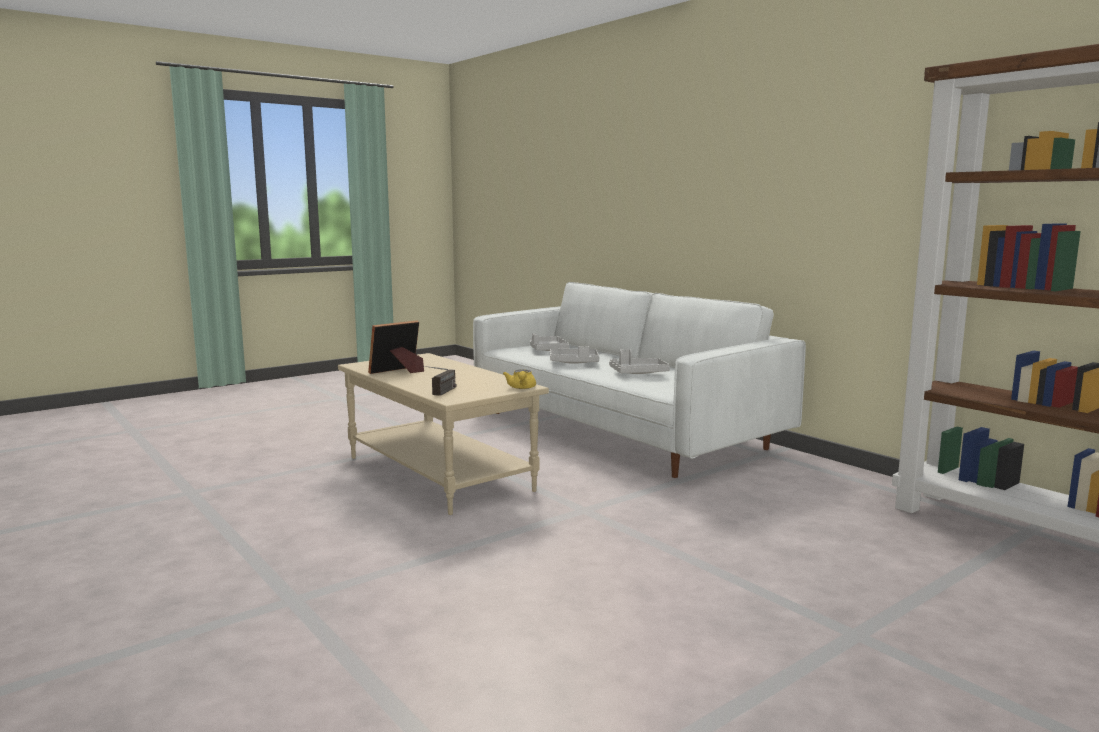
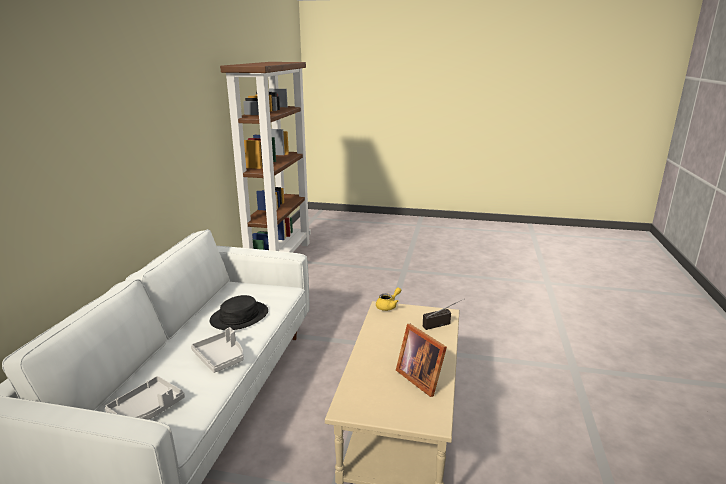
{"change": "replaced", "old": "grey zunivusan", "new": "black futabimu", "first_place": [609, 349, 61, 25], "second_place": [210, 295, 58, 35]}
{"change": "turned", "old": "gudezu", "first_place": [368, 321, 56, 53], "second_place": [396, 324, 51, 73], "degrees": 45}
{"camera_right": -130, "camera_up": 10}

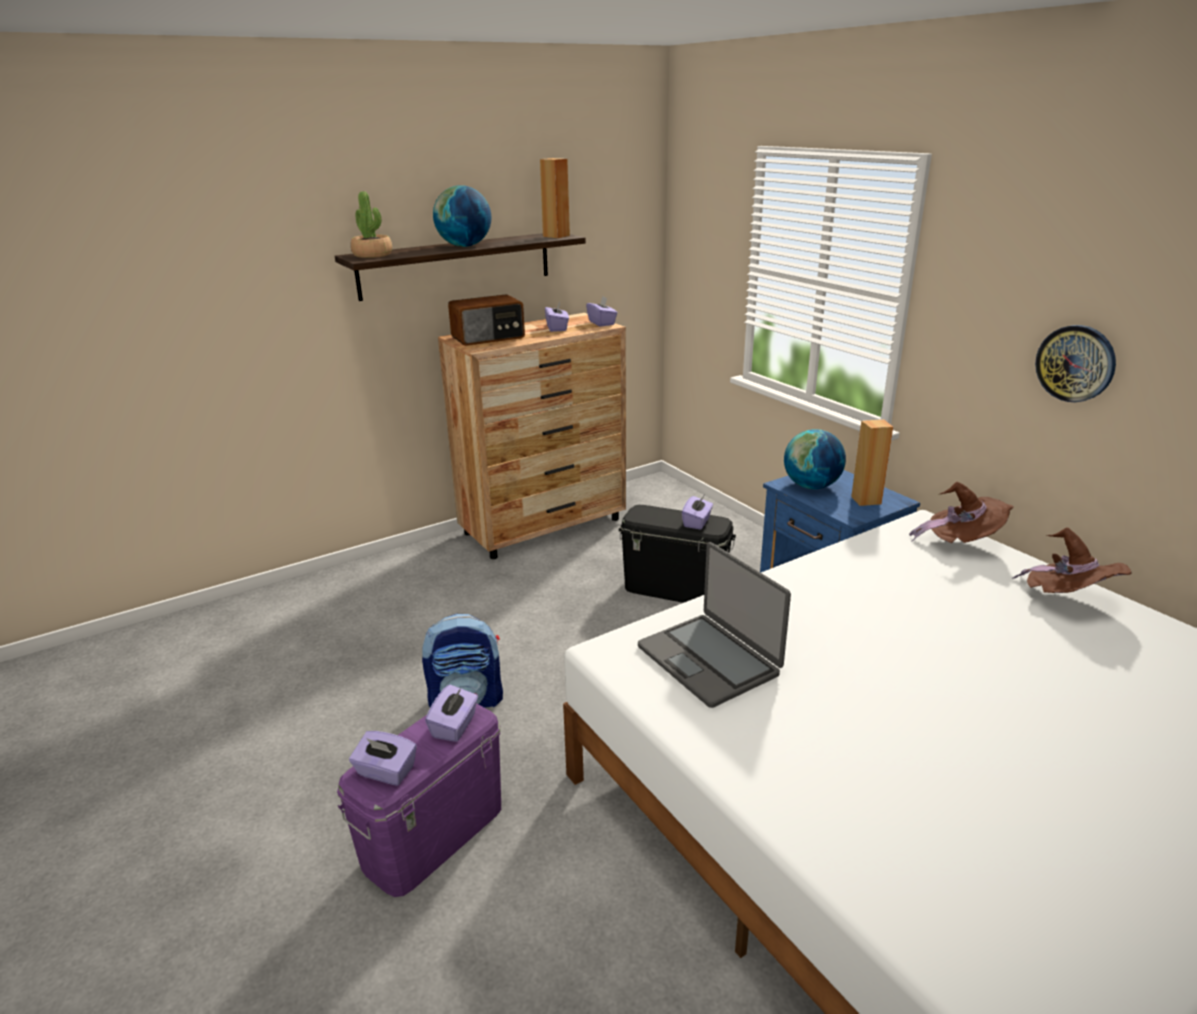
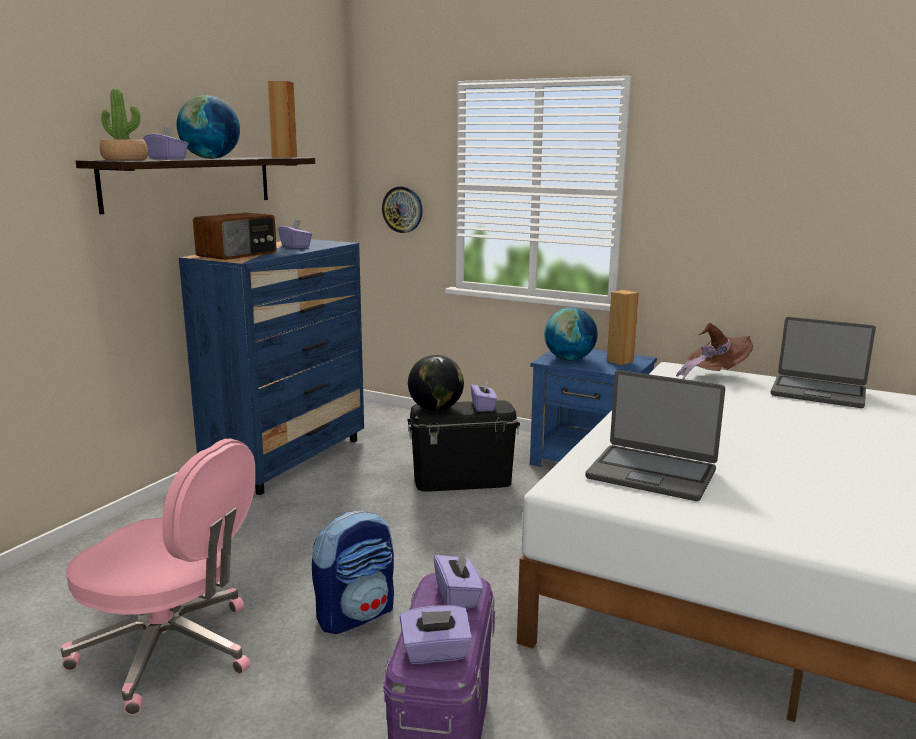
{"change": "added", "new": "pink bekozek", "second_place": [61, 439, 194, 276]}
{"change": "added", "new": "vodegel", "second_place": [408, 355, 56, 56]}
{"change": "moved", "old": "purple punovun", "first_place": [586, 296, 32, 31], "second_place": [143, 126, 45, 34]}
{"change": "moved", "old": "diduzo", "first_place": [1035, 325, 81, 77], "second_place": [382, 186, 41, 47]}
{"change": "replaced", "old": "brown futabimu", "new": "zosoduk", "first_place": [1012, 527, 120, 66], "second_place": [771, 317, 105, 91]}
{"change": "recoloured", "old": "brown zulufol", "new": "blue zulufol", "first_place": [438, 313, 188, 246], "second_place": [179, 239, 185, 256]}
{"camera_right": -30, "camera_up": -10}

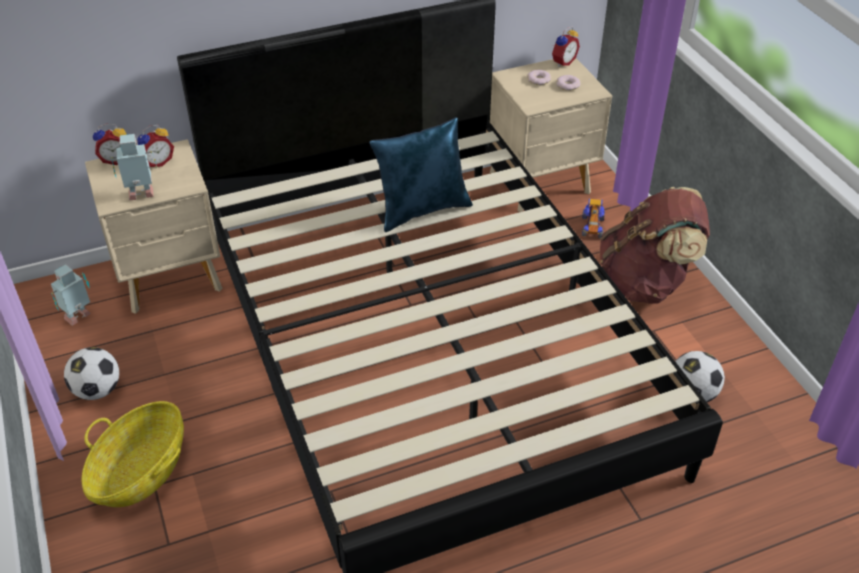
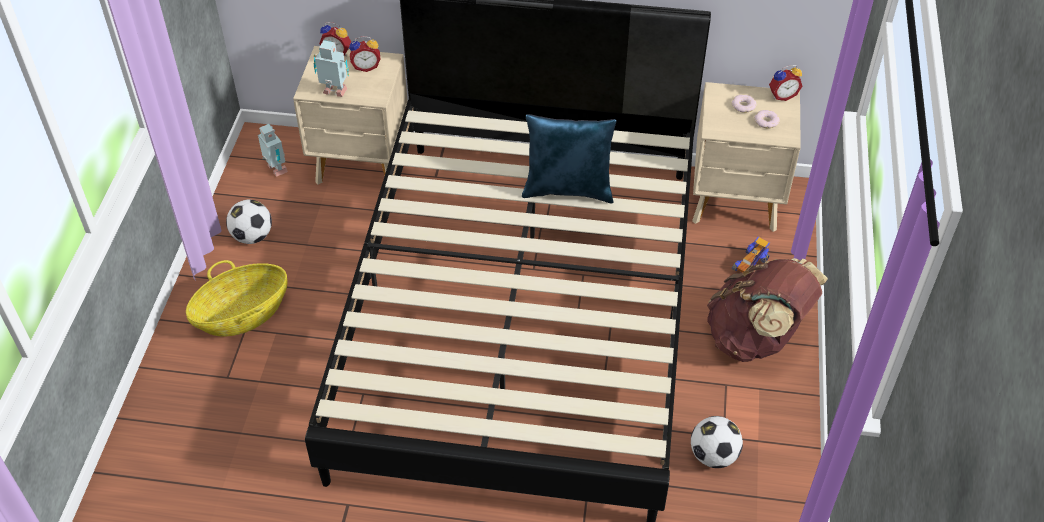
{"change": "turned", "old": "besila", "first_place": [51, 264, 40, 62], "second_place": [258, 124, 30, 53], "degrees": 75}
{"camera_right": 30, "camera_up": 5}

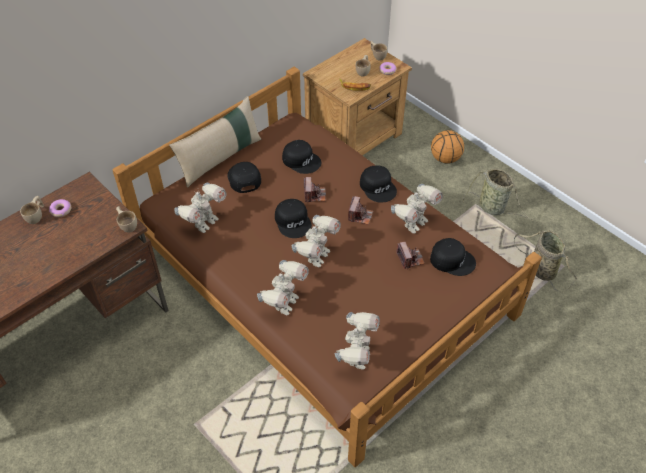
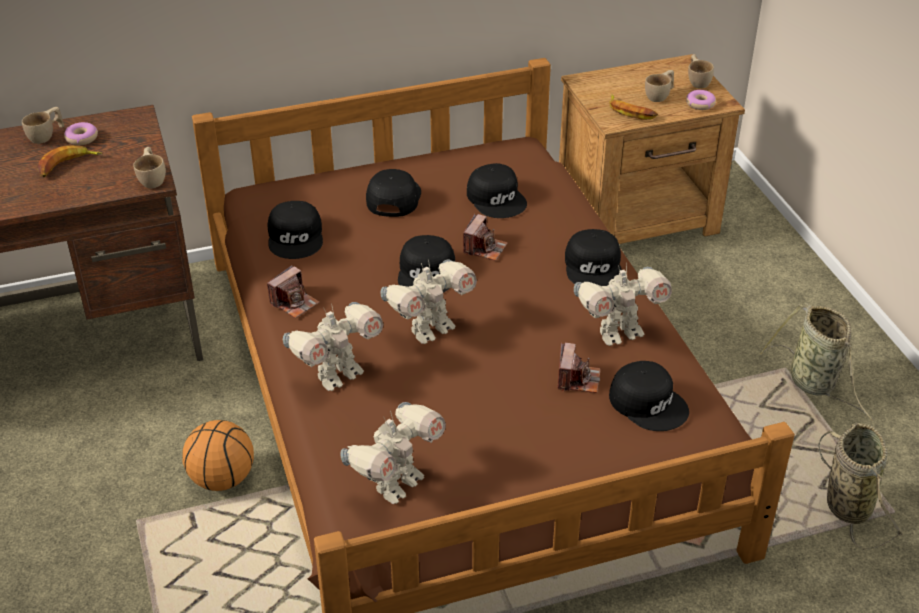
{"change": "removed", "old": "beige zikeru", "first_place": [169, 96, 92, 92]}
{"change": "added", "new": "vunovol", "second_place": [37, 145, 66, 32]}
{"change": "moved", "old": "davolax", "first_place": [348, 196, 25, 29], "second_place": [267, 265, 53, 53]}
{"change": "moved", "old": "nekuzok", "first_place": [431, 130, 33, 34], "second_place": [182, 420, 72, 71]}
{"change": "replaced", "old": "besila", "new": "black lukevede", "first_place": [174, 183, 53, 50], "second_place": [267, 201, 56, 58]}
{"camera_right": 25, "camera_up": -10}

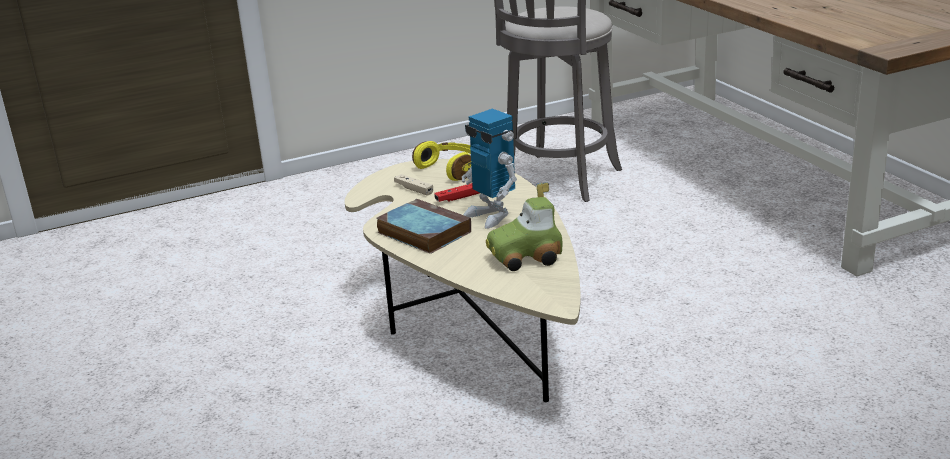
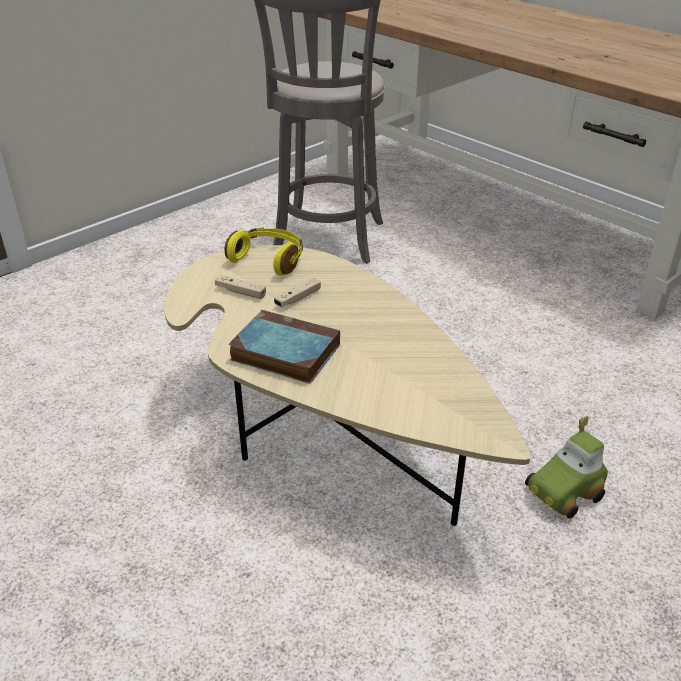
{"change": "removed", "old": "besila", "first_place": [462, 109, 55, 120]}
{"change": "moved", "old": "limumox", "first_place": [486, 182, 76, 89], "second_place": [525, 416, 83, 103]}
{"change": "recoloured", "old": "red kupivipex", "new": "beige kupivipex", "first_place": [434, 183, 46, 19], "second_place": [274, 277, 47, 30]}
{"camera_right": -20, "camera_up": 10}

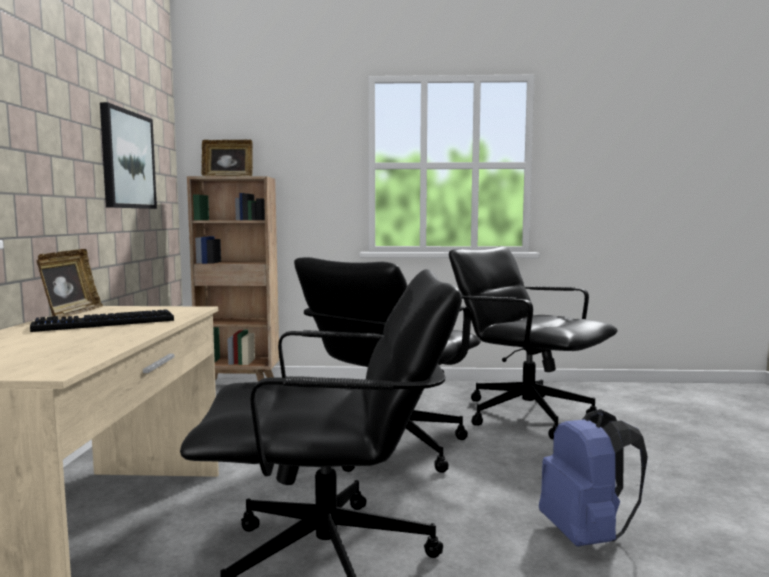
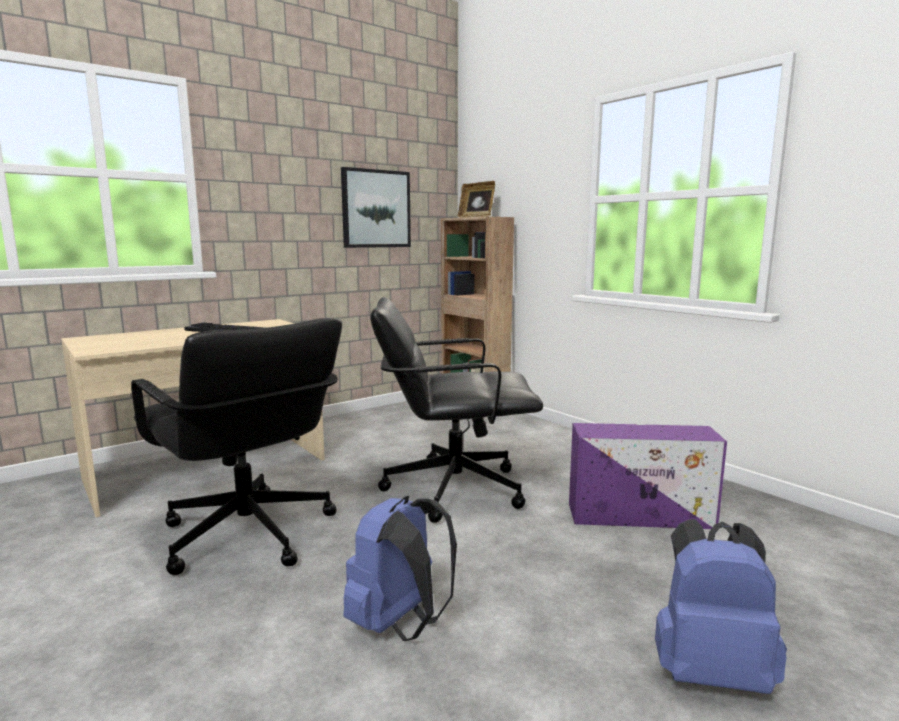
{"change": "removed", "old": "gudezu", "first_place": [36, 249, 67, 70]}
{"change": "added", "new": "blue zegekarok", "second_place": [655, 519, 132, 175]}
{"change": "replaced", "old": "black bekozek", "new": "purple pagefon", "first_place": [449, 246, 169, 193], "second_place": [569, 423, 158, 106]}
{"camera_right": 50, "camera_up": 5}

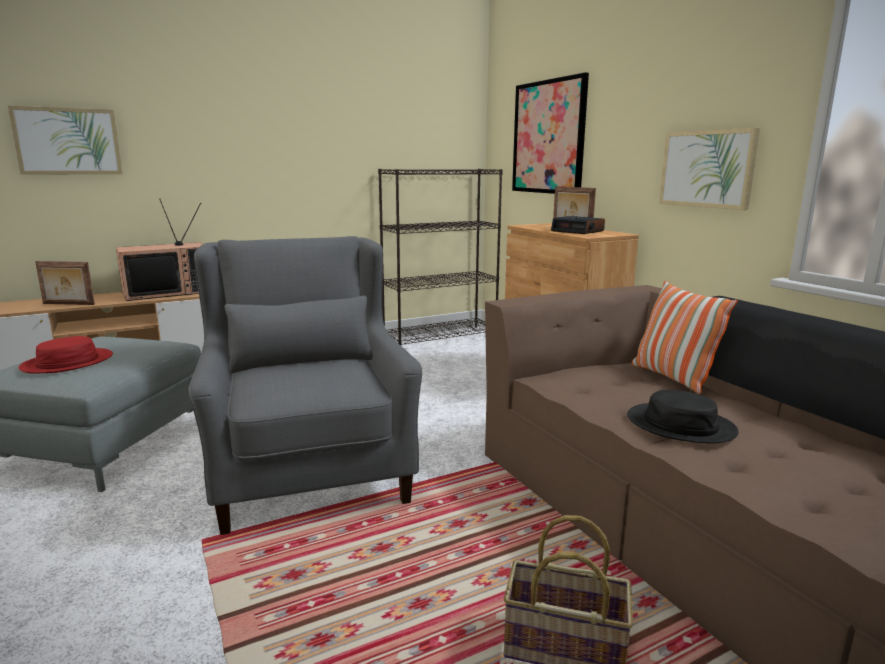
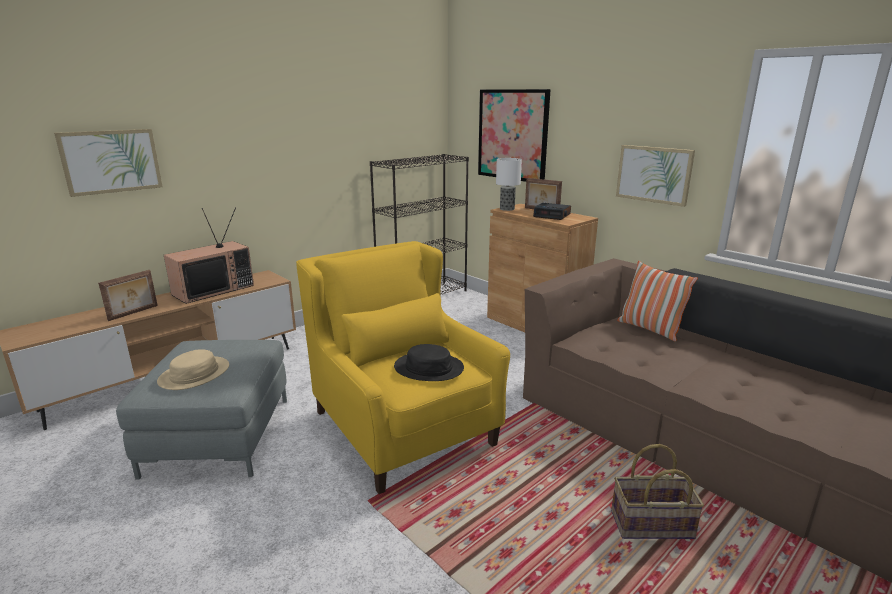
{"change": "added", "new": "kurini", "second_place": [496, 158, 26, 53]}
{"change": "moved", "old": "black futabimu", "first_place": [627, 390, 112, 53], "second_place": [394, 344, 70, 37]}
{"change": "recoloured", "old": "red futabimu", "new": "beige futabimu", "first_place": [19, 336, 94, 38], "second_place": [157, 349, 72, 41]}
{"change": "recoloured", "old": "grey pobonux", "new": "yellow pobonux", "first_place": [189, 236, 233, 299], "second_place": [296, 241, 214, 253]}
{"change": "turned", "old": "gudezu", "first_place": [35, 261, 60, 44], "second_place": [98, 270, 60, 51], "degrees": -45}
{"camera_right": -15, "camera_up": 5}

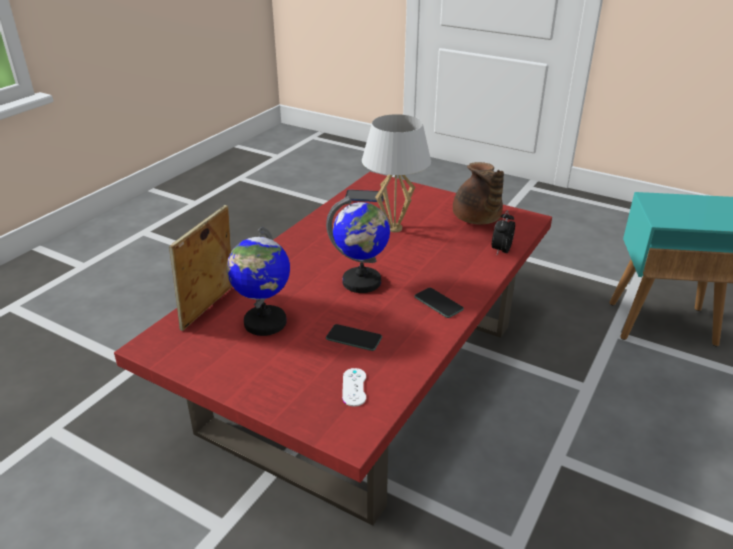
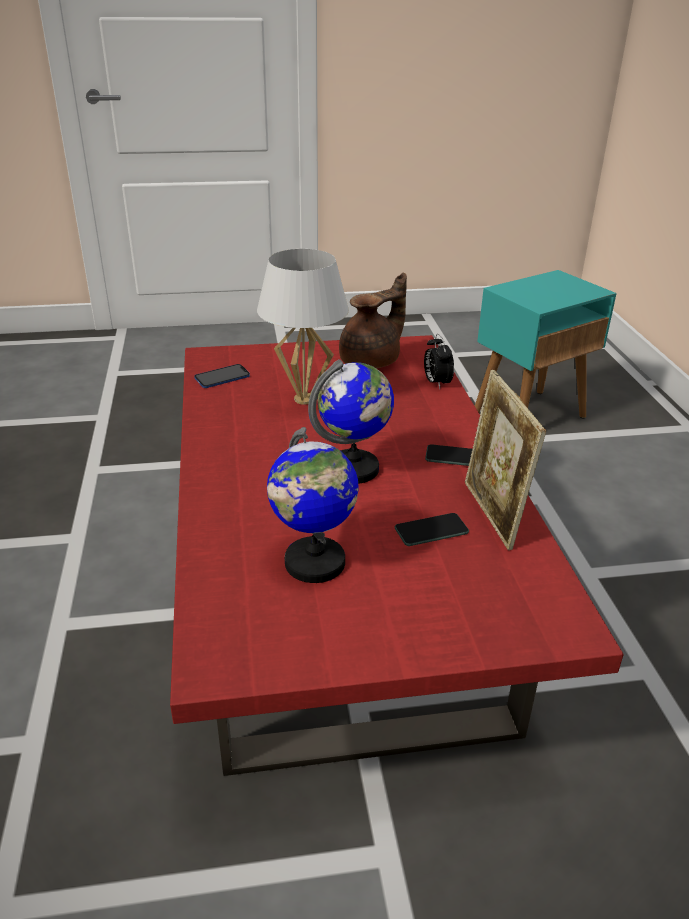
{"change": "removed", "old": "white kupivipex", "first_place": [342, 368, 24, 39]}
{"change": "moved", "old": "gudezu", "first_place": [169, 205, 64, 126], "second_place": [464, 370, 82, 180]}
{"change": "turned", "old": "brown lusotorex", "first_place": [453, 162, 51, 63], "second_place": [339, 273, 68, 95], "degrees": -75}
{"camera_right": -40, "camera_up": 0}

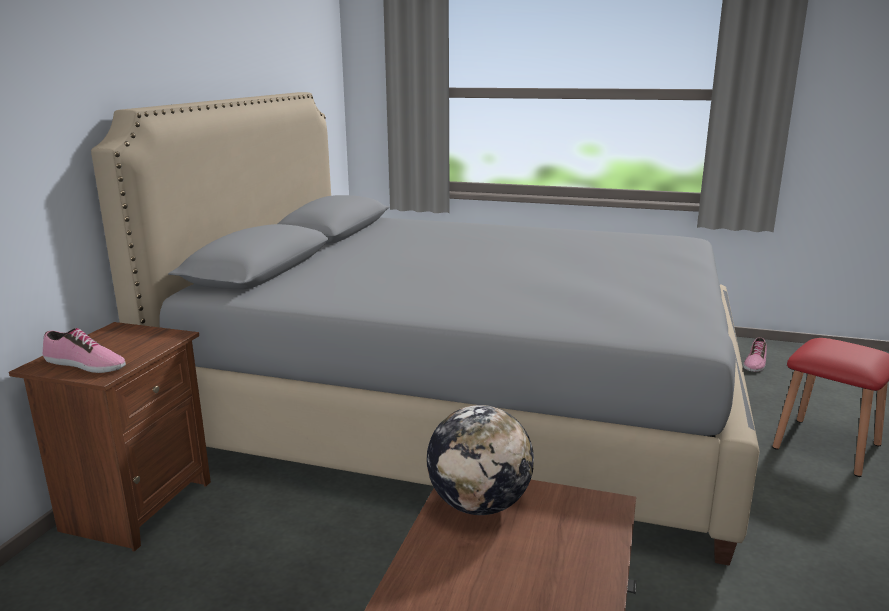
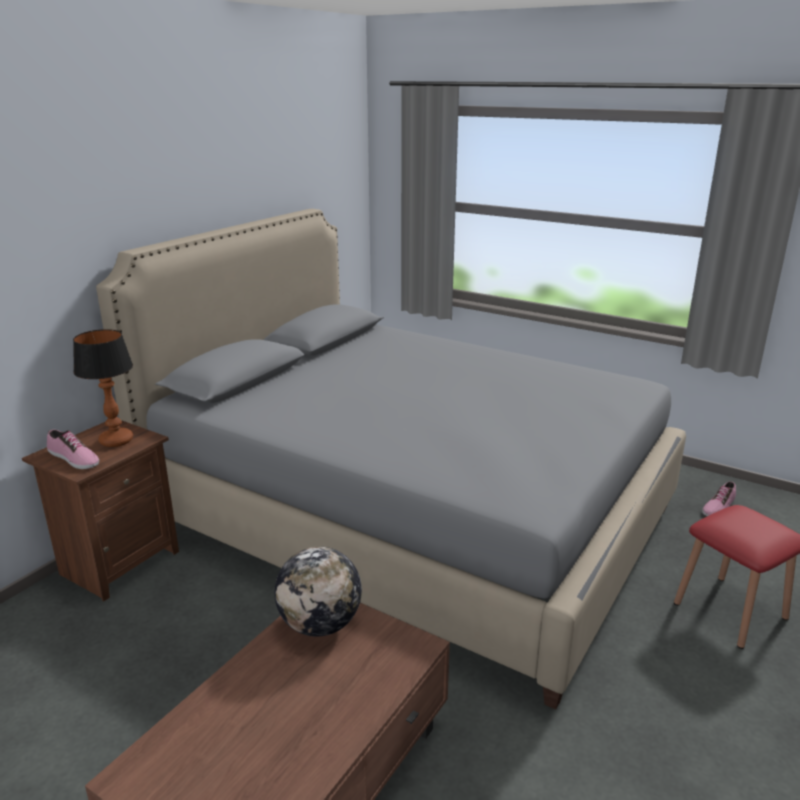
{"change": "added", "new": "kurini", "second_place": [73, 329, 60, 118]}
{"camera_right": 15, "camera_up": 5}

